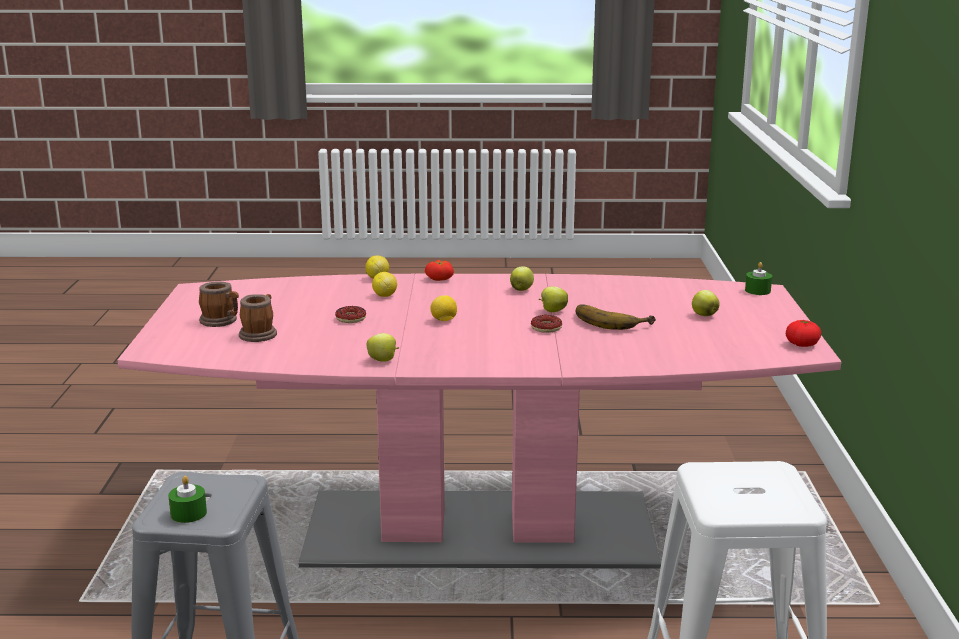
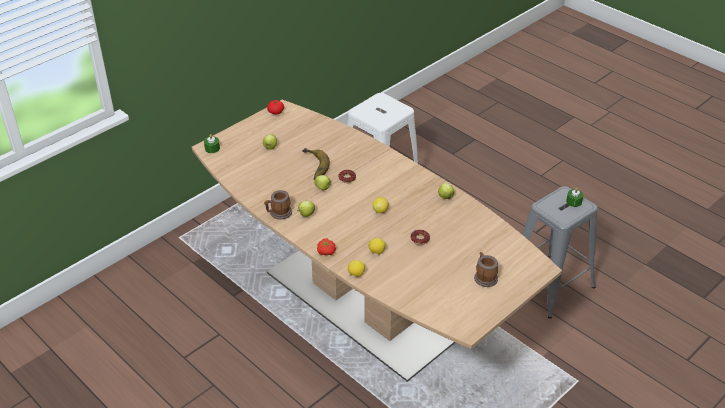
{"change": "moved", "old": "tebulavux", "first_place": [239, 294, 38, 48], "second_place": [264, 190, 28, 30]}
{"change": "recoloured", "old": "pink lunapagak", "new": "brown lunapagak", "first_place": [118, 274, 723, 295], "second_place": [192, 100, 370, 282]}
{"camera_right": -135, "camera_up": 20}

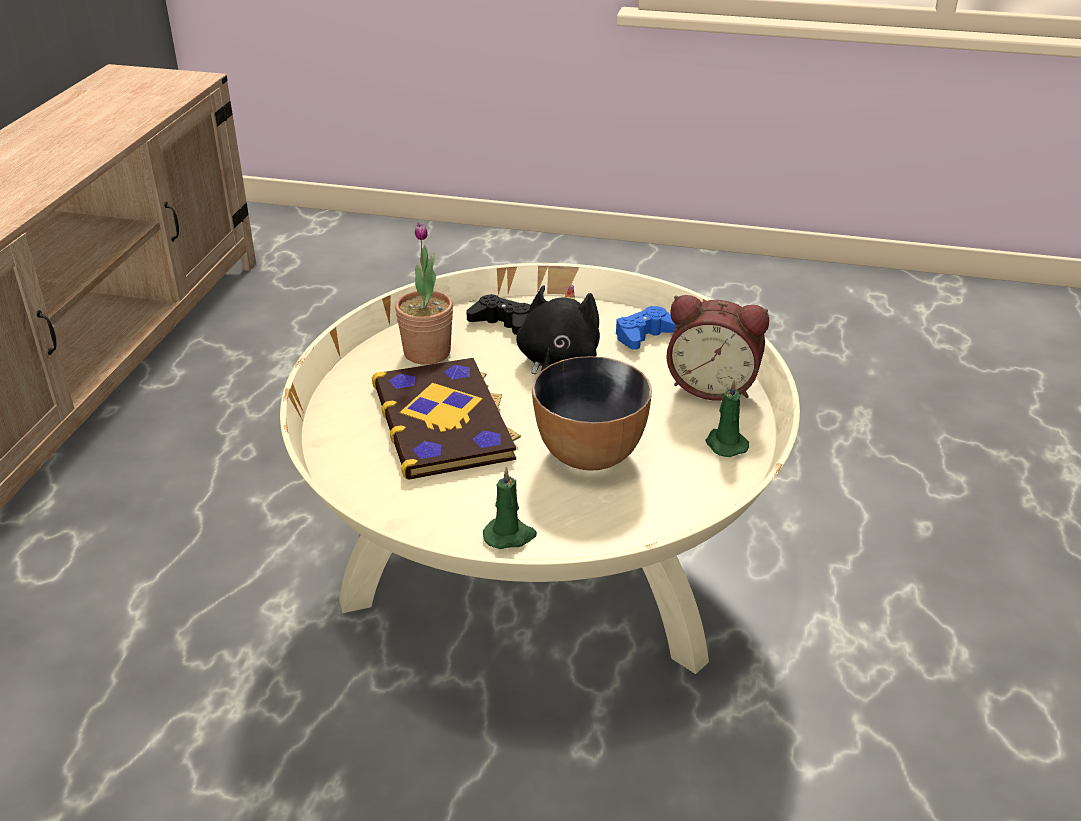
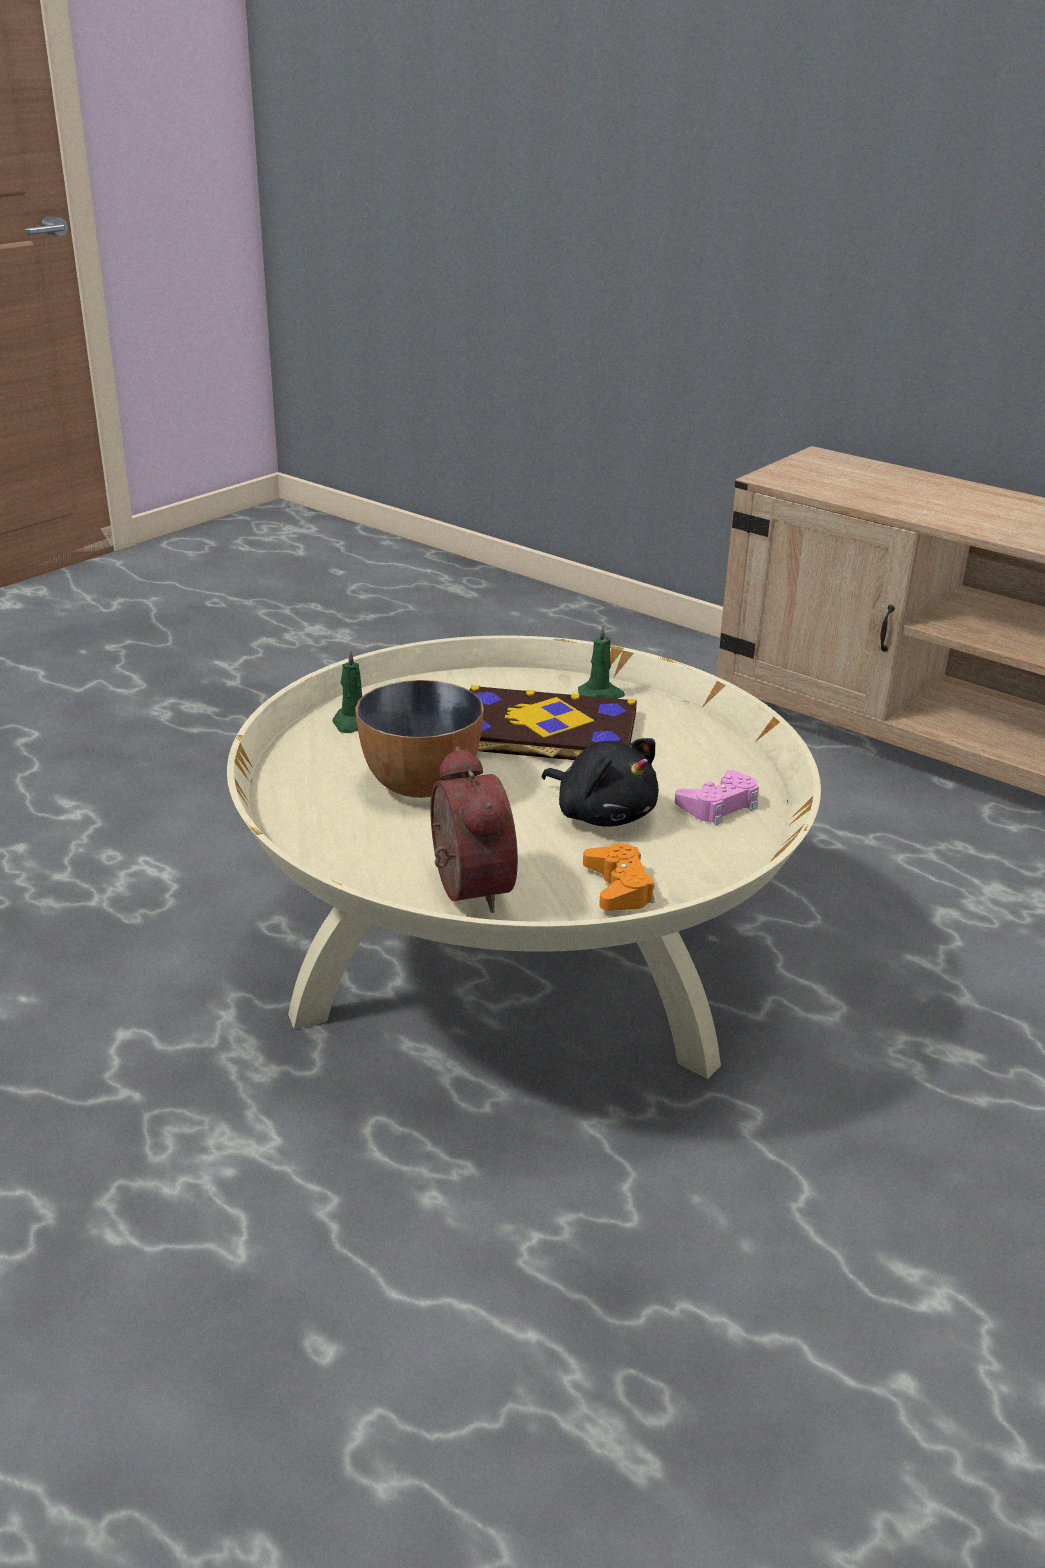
{"change": "removed", "old": "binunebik", "first_place": [395, 222, 58, 143]}
{"change": "moved", "old": "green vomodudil", "first_place": [706, 380, 43, 77], "second_place": [578, 624, 47, 75]}
{"change": "recoloured", "old": "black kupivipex", "new": "pink kupivipex", "first_place": [466, 294, 65, 41], "second_place": [675, 770, 84, 55]}
{"change": "recoloured", "old": "blue kupivipex", "new": "orange kupivipex", "first_place": [616, 306, 60, 44], "second_place": [583, 843, 71, 68]}
{"change": "turned", "old": "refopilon", "first_place": [666, 295, 103, 105], "second_place": [430, 746, 88, 167], "degrees": 120}
{"camera_right": 115, "camera_up": -5}

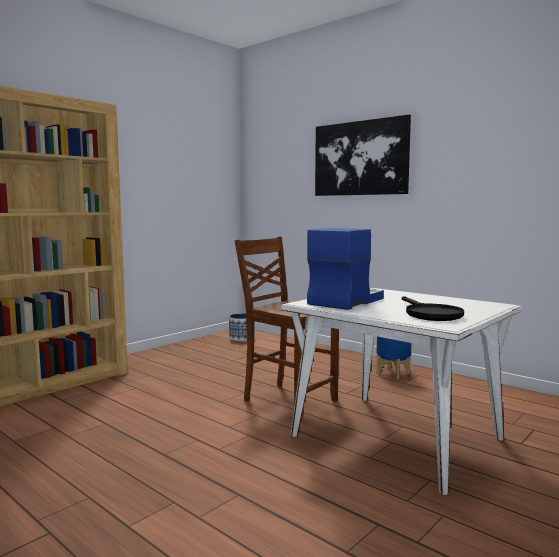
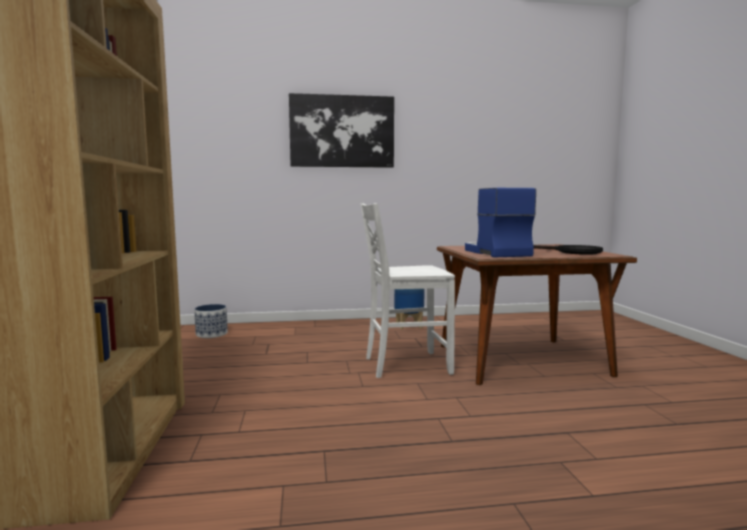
{"change": "recoloured", "old": "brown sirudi", "new": "white sirudi", "first_place": [234, 237, 105, 183], "second_place": [360, 203, 95, 175]}
{"change": "recoloured", "old": "white lunapagak", "new": "brown lunapagak", "first_place": [281, 287, 241, 208], "second_place": [437, 244, 200, 141]}
{"camera_right": -50, "camera_up": 0}

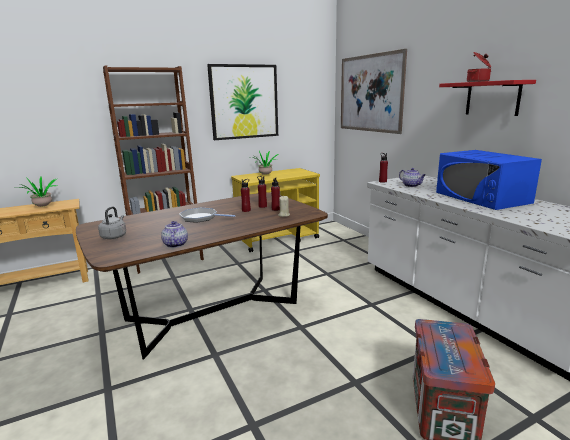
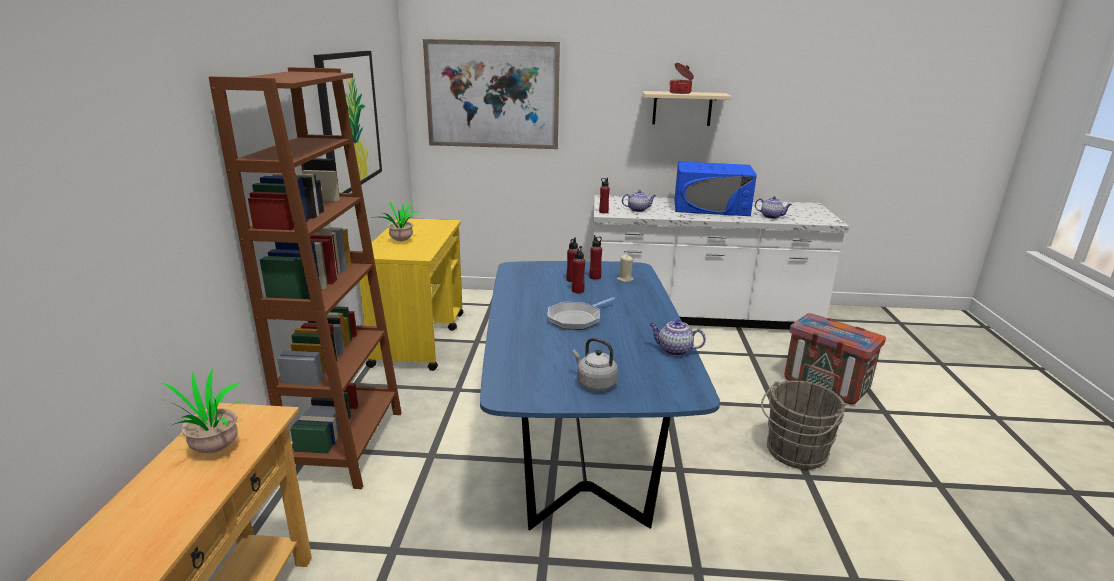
{"change": "added", "new": "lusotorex", "second_place": [755, 196, 37, 23]}
{"change": "added", "new": "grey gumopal", "second_place": [761, 381, 84, 88]}
{"change": "recoloured", "old": "brown lunapagak", "new": "blue lunapagak", "first_place": [76, 192, 252, 168], "second_place": [480, 261, 240, 270]}
{"change": "recoloured", "old": "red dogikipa", "new": "beige dogikipa", "first_place": [439, 80, 97, 36], "second_place": [642, 91, 90, 35]}
{"camera_right": -60, "camera_up": 5}

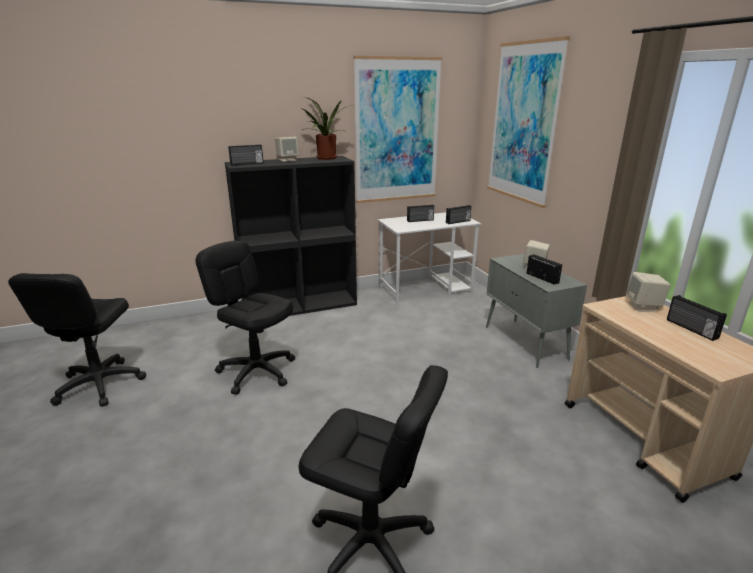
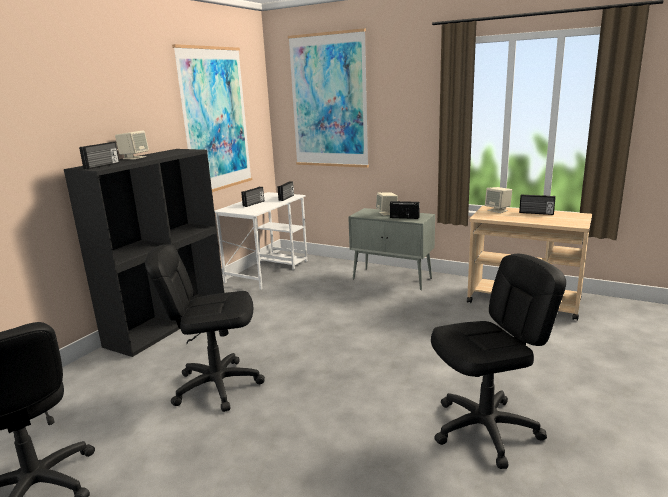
{"change": "removed", "old": "binunebik", "first_place": [300, 97, 54, 63]}
{"camera_right": -40, "camera_up": -5}

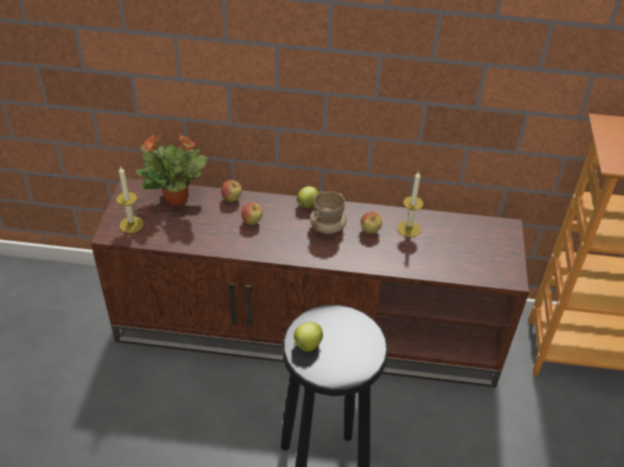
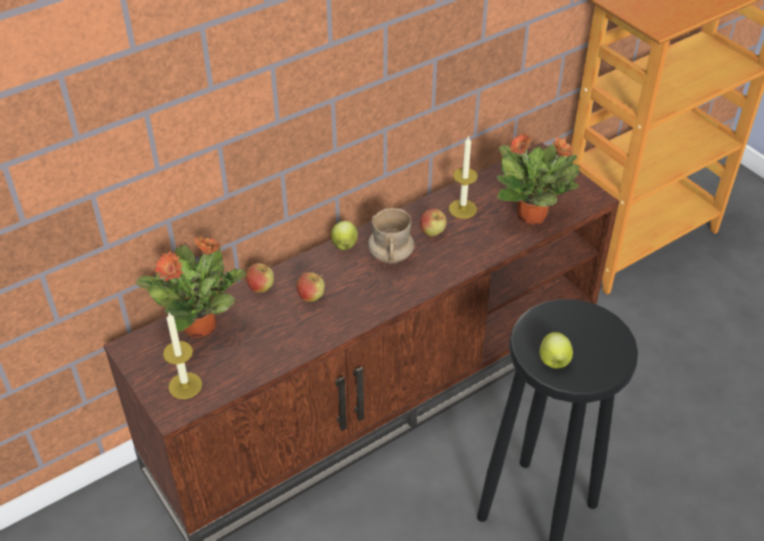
{"change": "added", "new": "binunebik", "second_place": [497, 133, 83, 92]}
{"camera_right": -40, "camera_up": 0}

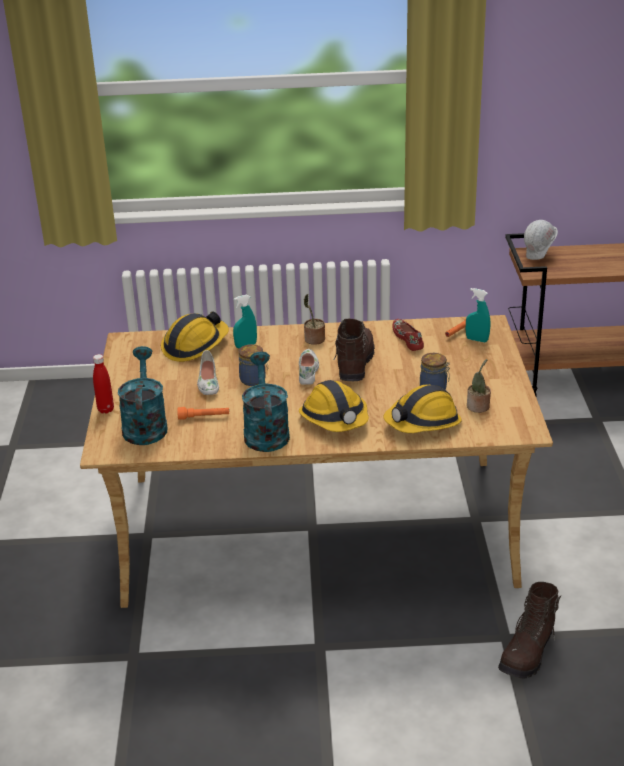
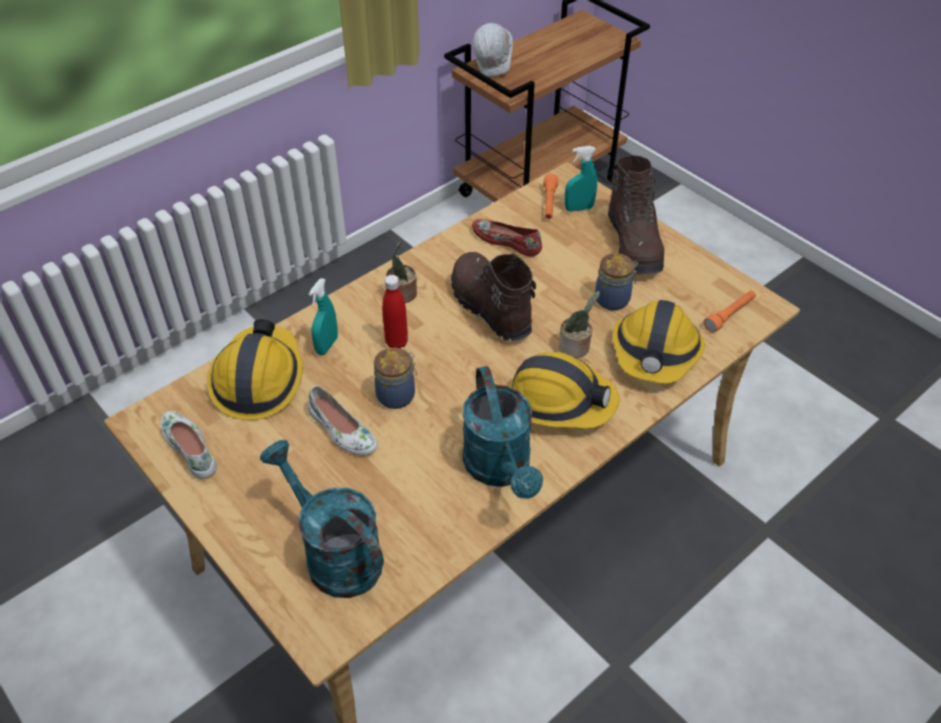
{"change": "moved", "old": "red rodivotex", "first_place": [93, 354, 21, 60], "second_place": [382, 275, 26, 73]}
{"change": "moved", "old": "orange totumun", "first_place": [177, 407, 52, 13], "second_place": [704, 290, 52, 43]}
{"change": "moved", "old": "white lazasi", "first_place": [299, 349, 20, 36], "second_place": [161, 411, 56, 68]}
{"change": "moved", "old": "binunebik", "first_place": [467, 359, 24, 54], "second_place": [559, 291, 41, 67]}
{"change": "moved", "old": "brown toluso", "first_place": [498, 582, 63, 97], "second_place": [608, 155, 56, 120]}
{"change": "turned", "old": "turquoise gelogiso", "first_place": [242, 352, 48, 100], "second_place": [462, 366, 81, 133], "degrees": -150}
{"camera_right": -40, "camera_up": 15}

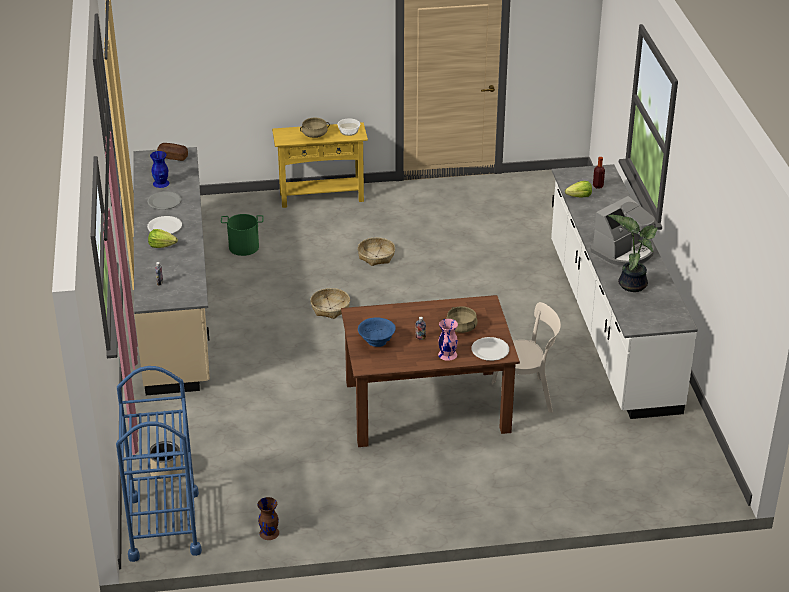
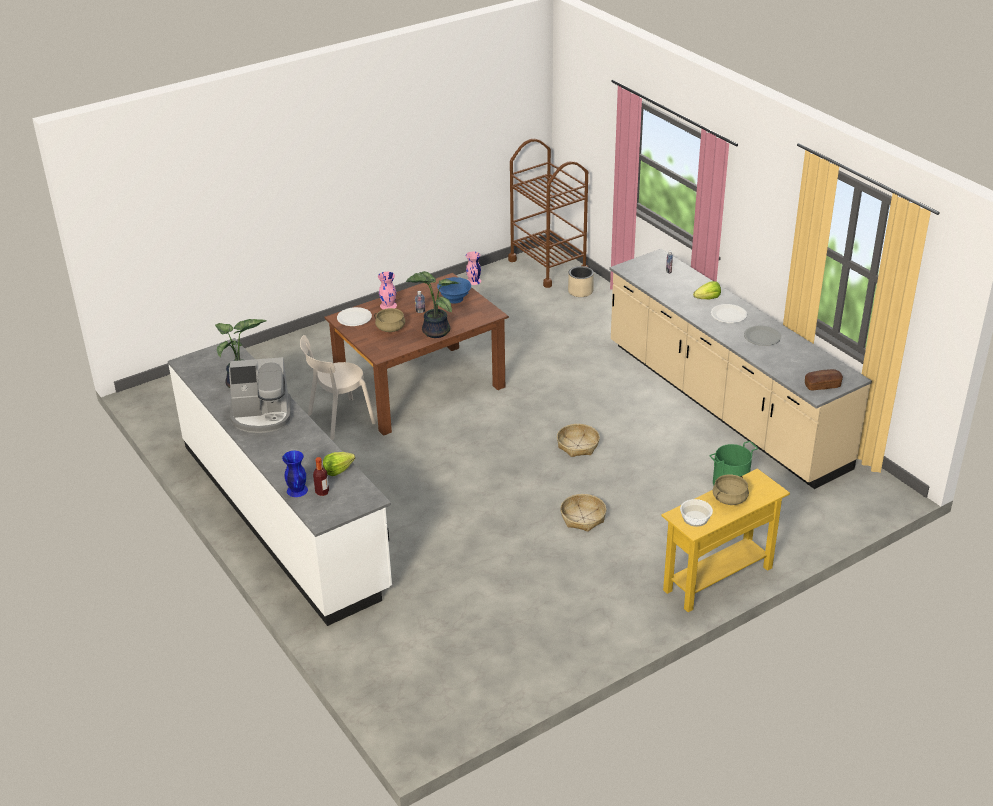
{"change": "added", "new": "binunebik", "second_place": [406, 271, 52, 67]}
{"change": "moved", "old": "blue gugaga", "first_place": [150, 151, 20, 37], "second_place": [282, 451, 26, 46]}
{"change": "recoloured", "old": "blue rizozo", "new": "brown rizozo", "first_place": [116, 366, 86, 196], "second_place": [508, 139, 80, 149]}
{"change": "recoloured", "old": "brown gugaga", "new": "pink gugaga", "first_place": [257, 497, 22, 43], "second_place": [466, 251, 15, 34]}
{"change": "turned", "old": "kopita", "first_place": [591, 196, 65, 71], "second_place": [229, 357, 62, 76], "degrees": -120}
{"camera_right": 155, "camera_up": 0}

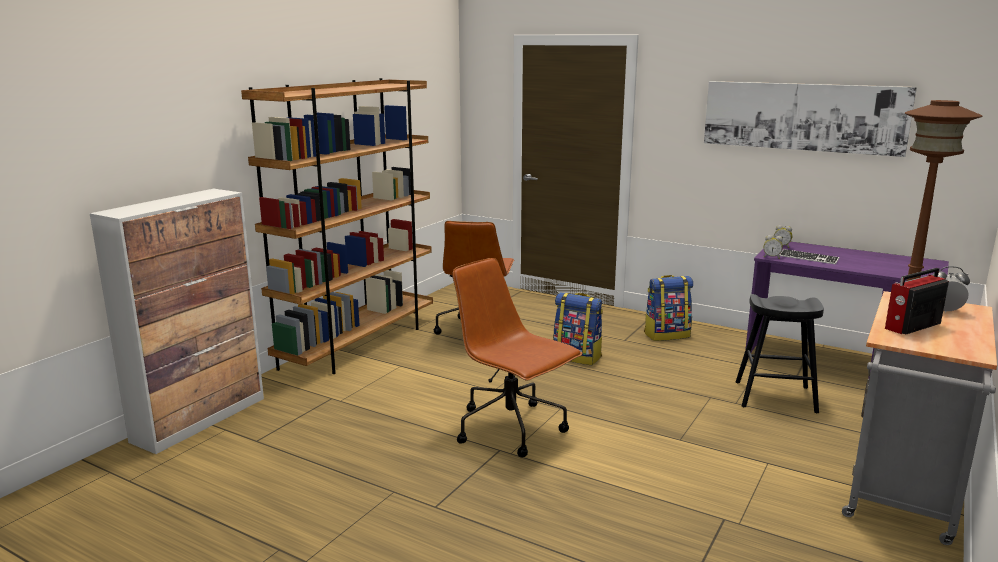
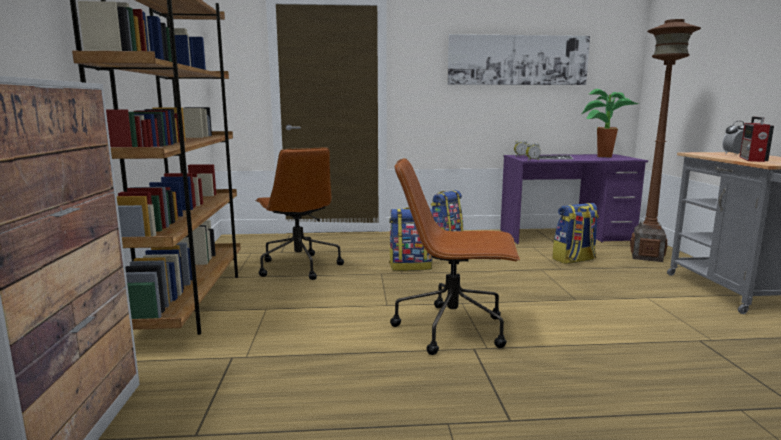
{"change": "added", "new": "binunebik", "second_place": [582, 89, 58, 69]}
{"change": "replaced", "old": "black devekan", "new": "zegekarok", "first_place": [736, 294, 88, 119], "second_place": [552, 203, 47, 61]}
{"camera_right": -35, "camera_up": -5}

